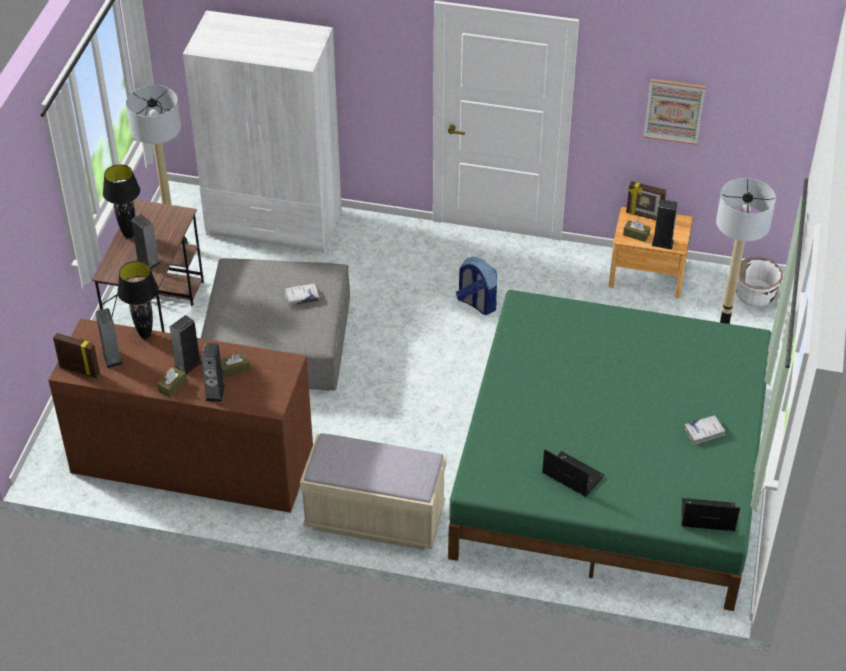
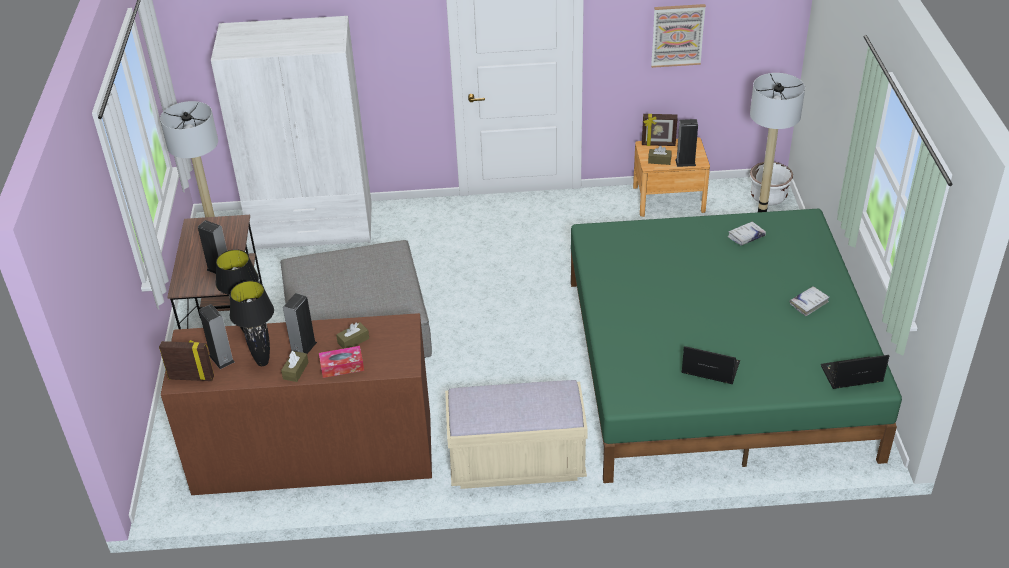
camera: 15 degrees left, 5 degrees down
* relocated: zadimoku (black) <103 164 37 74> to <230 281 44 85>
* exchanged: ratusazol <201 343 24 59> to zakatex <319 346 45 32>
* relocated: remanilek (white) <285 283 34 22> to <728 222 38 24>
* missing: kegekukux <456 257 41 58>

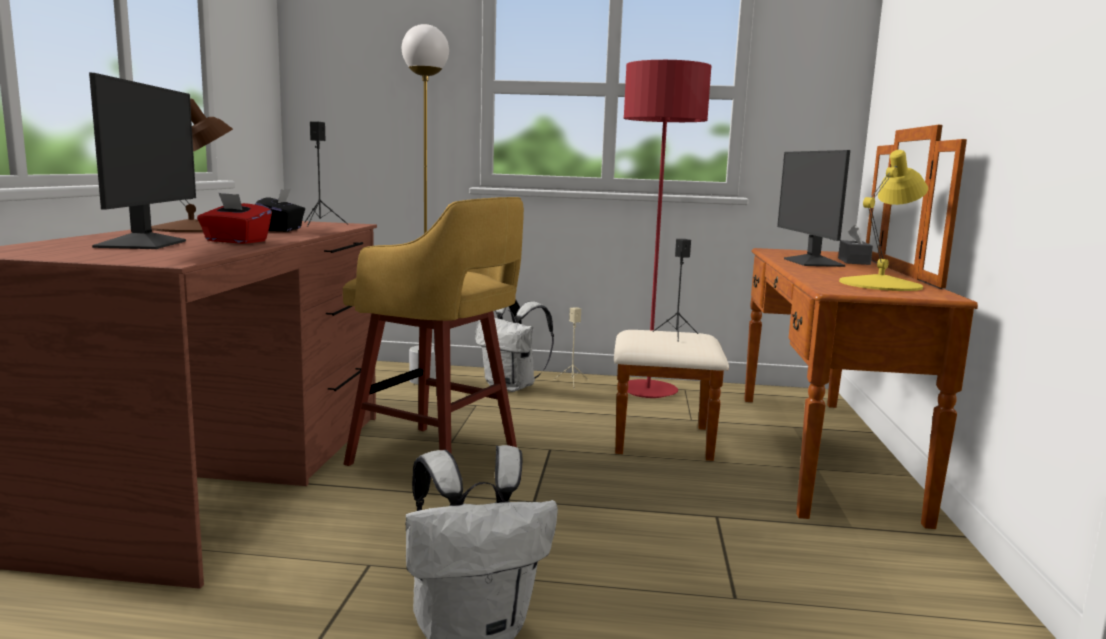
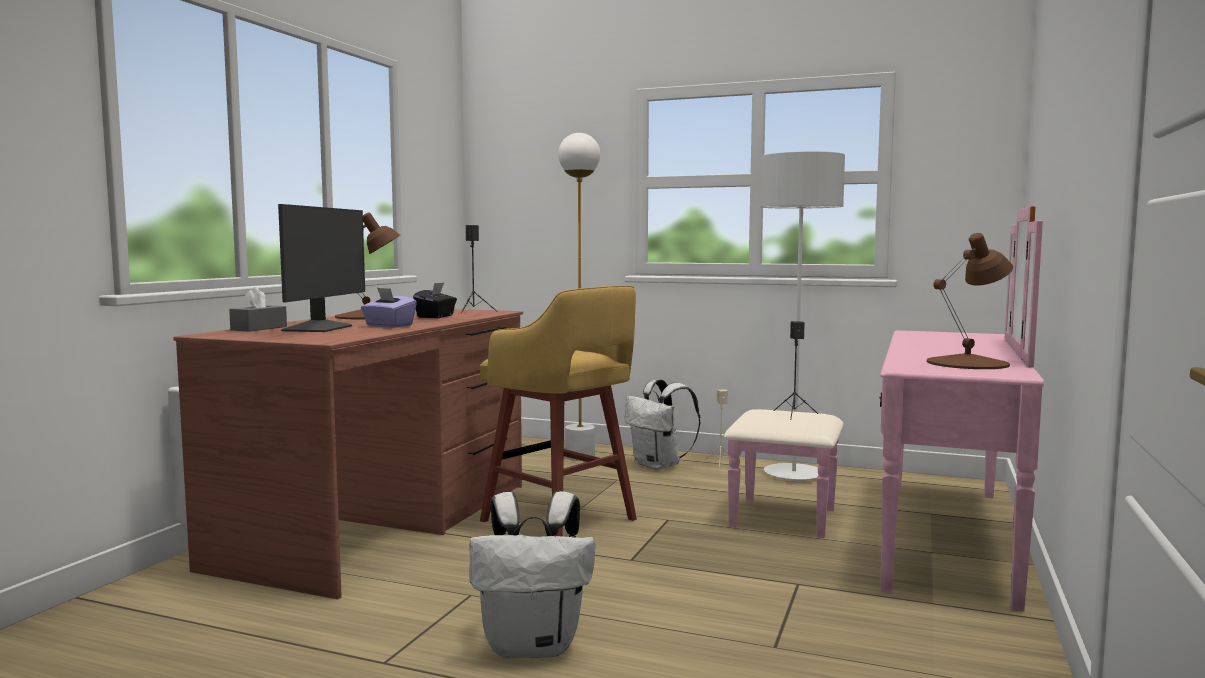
camera: 15 degrees right, 5 degrees down
* relocated: zakatex (grey) <838 224 35 41> to <229 287 58 45>
* colour: zakatex (red) <197 193 75 51> to zakatex (purple) <361 288 56 40>
* colour: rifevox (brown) <614 125 364 404> to rifevox (pink) <724 206 320 406>
* colour: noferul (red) <624 60 87 338> to noferul (grey) <760 151 85 330>
* colour: zadimoku (yellow) <839 150 89 141> to zadimoku (brown) <927 233 86 136>
* missing: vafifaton <777 150 73 117>

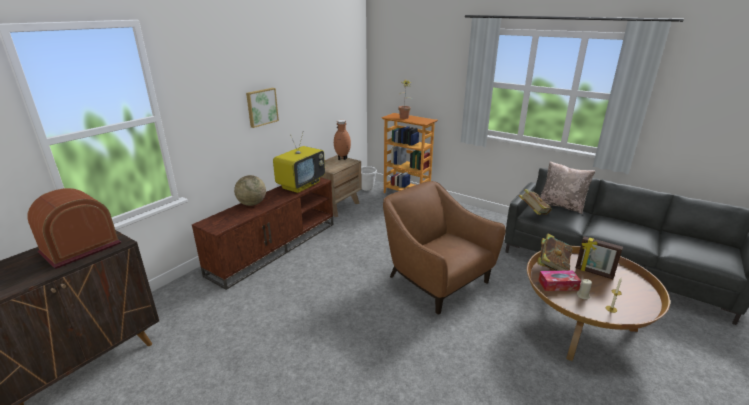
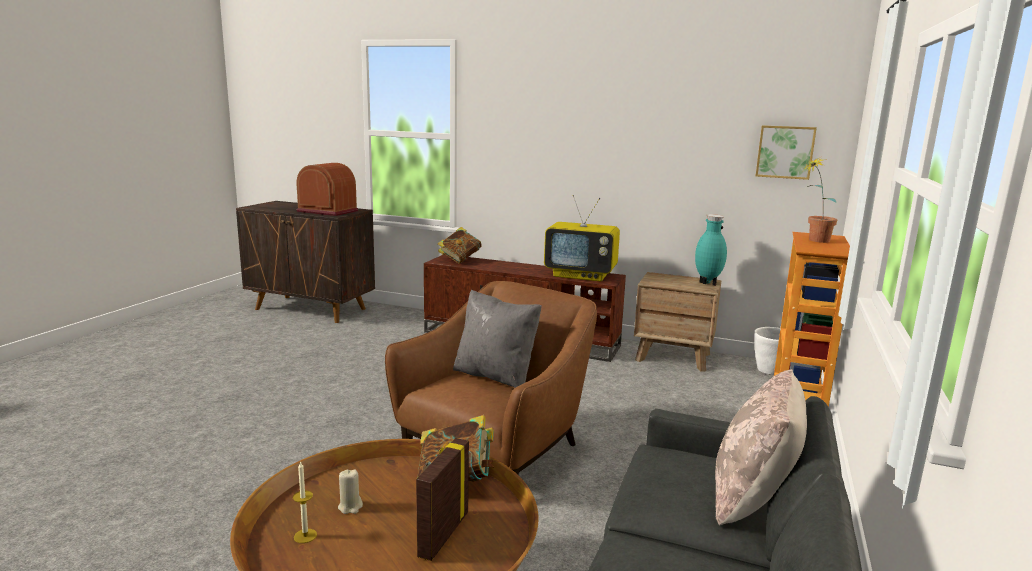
camera: 75 degrees right, 10 degrees down
* relocated: remanilek <519 189 33 26> to <438 227 44 37>
* appeared: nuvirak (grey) <453 290 89 98>
* colour: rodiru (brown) <334 120 17 40> to rodiru (turquoise) <695 214 32 72>
* relocated: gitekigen <246 88 33 40> to <756 125 61 55>
* missing: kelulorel <234 175 32 31>
* missing: zakatex <538 270 43 21>

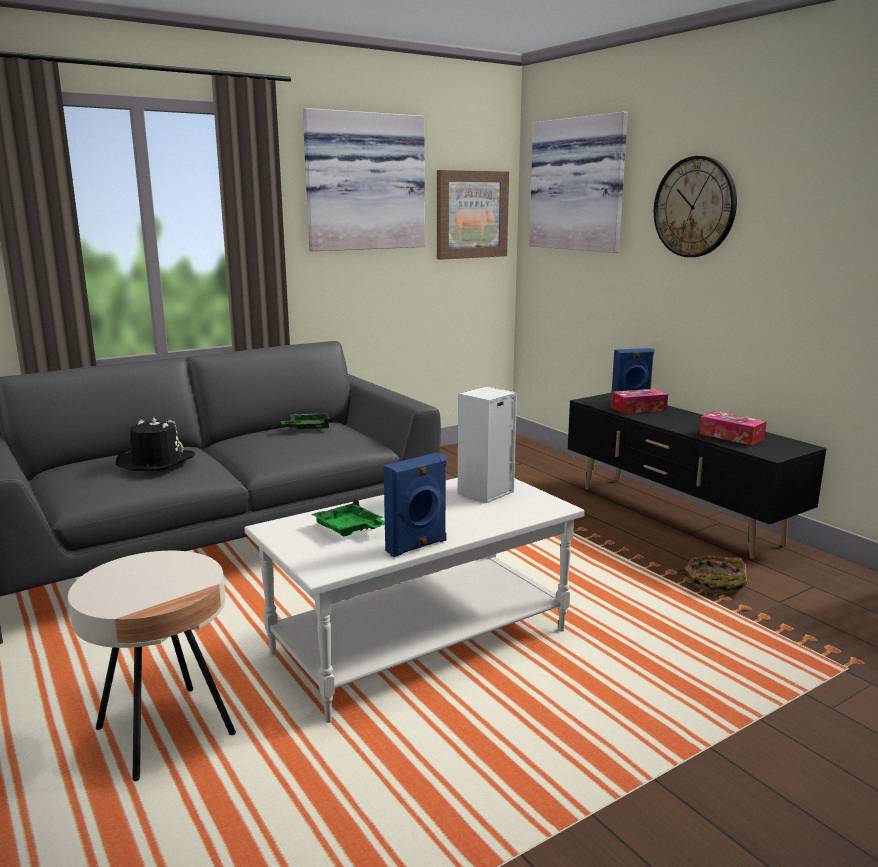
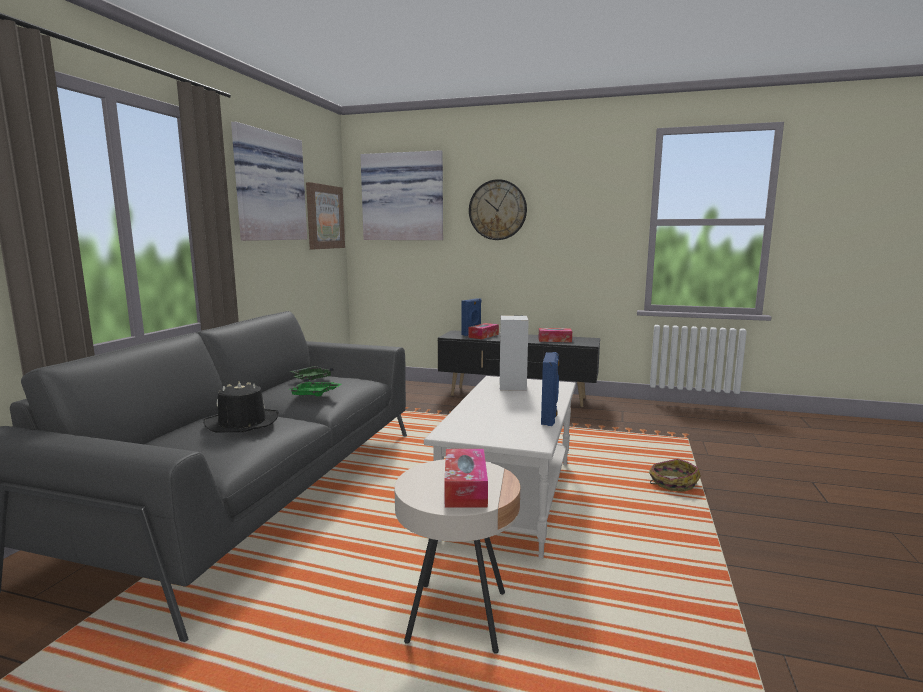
camera: 40 degrees left, 5 degrees down
* relocated: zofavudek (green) <311 499 74 38> to <288 378 54 18>
* appeared: zakatex <444 449 44 59>
* relocated: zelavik <678 555 69 40> to <649 459 52 33>

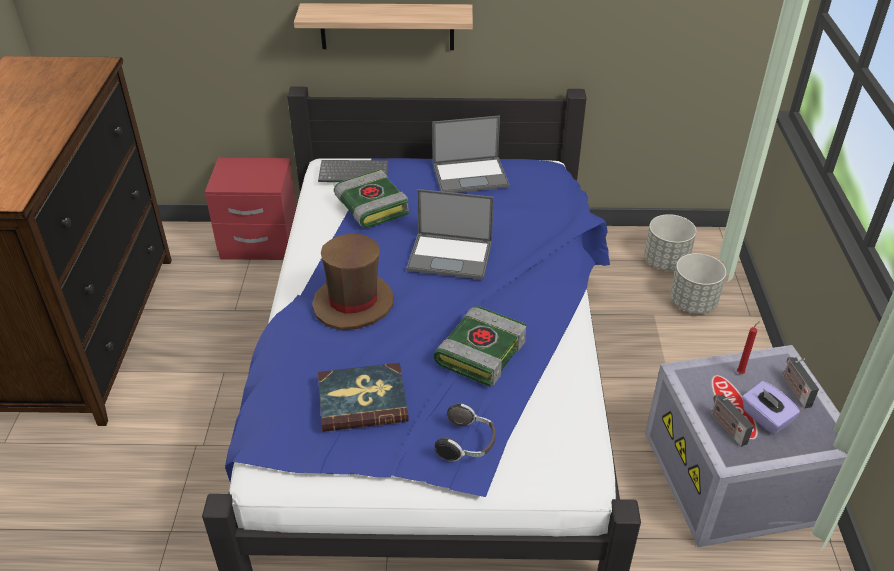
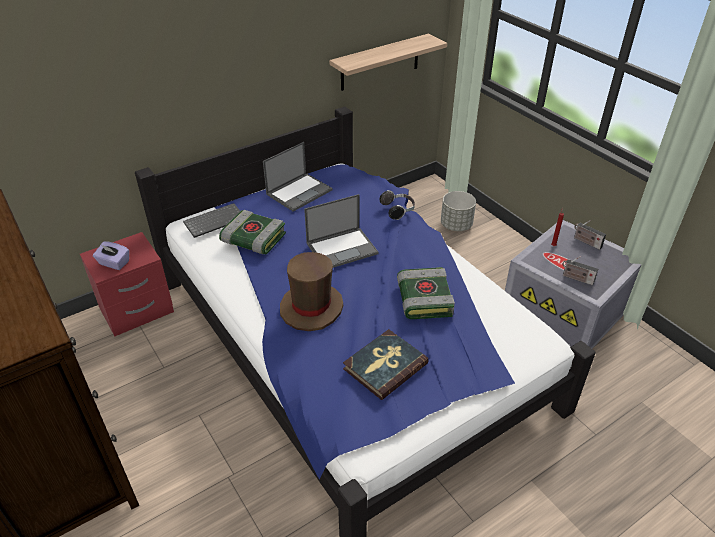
camera: 35 degrees left, 0 degrees up
* relocated: zakatex (purple) <742 381 58 53> to <93 241 36 29>
* relocated: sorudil <294 3 179 47> to <329 34 118 57>
* relocated: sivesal <435 404 60 57> to <379 190 36 30>
* missing: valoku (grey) <644 214 52 57>

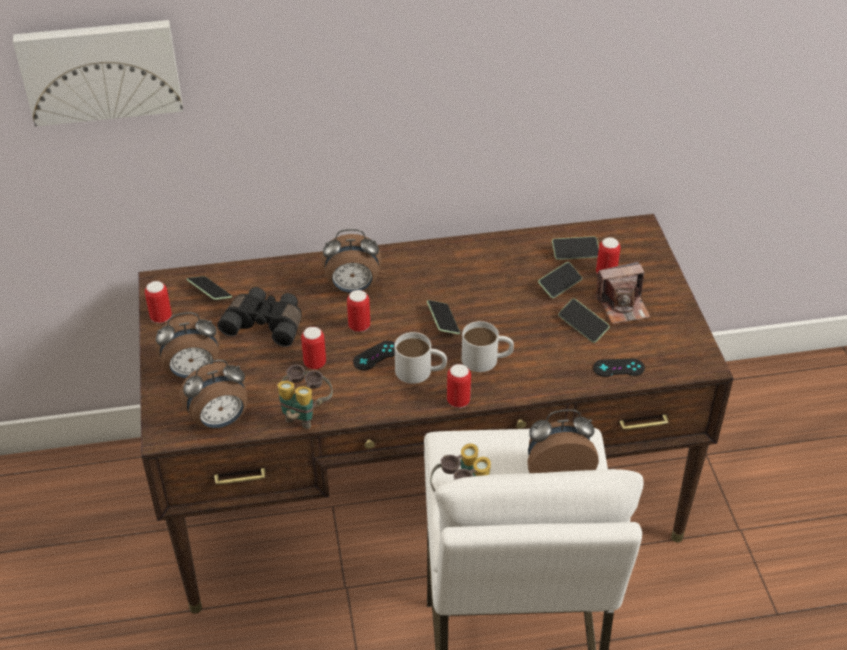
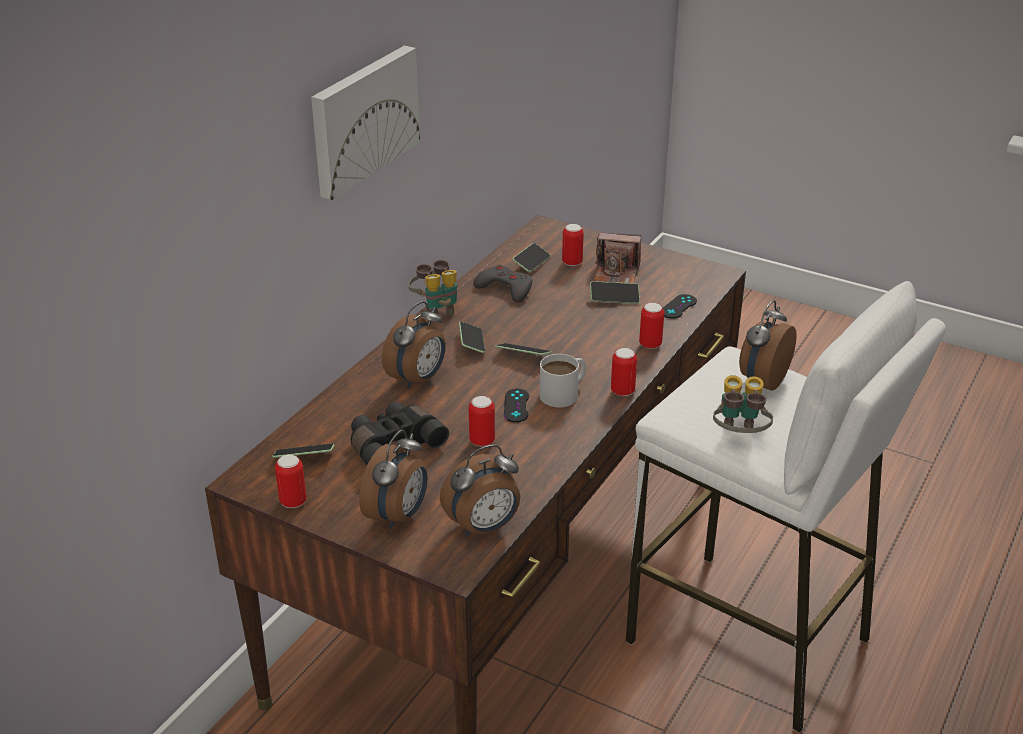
camera: 50 degrees left, 10 degrees down
* relocated: gitekigen <13 20 170 107> to <311 46 109 154>
* relocated: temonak <278 365 55 64> to <409 260 49 55>
* spun: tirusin <179 359 69 70> = <440 445 80 91> 45 degrees clockwise
* relocated: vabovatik <538 262 44 36> to <459 321 27 32>
* appeared: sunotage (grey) <473 265 59 38>
* spun: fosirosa <595 262 55 62> = <594 233 47 50> 75 degrees clockwise
* relocated: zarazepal <347 290 23 42> to <639 303 25 46>
* missing: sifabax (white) <462 321 52 51>

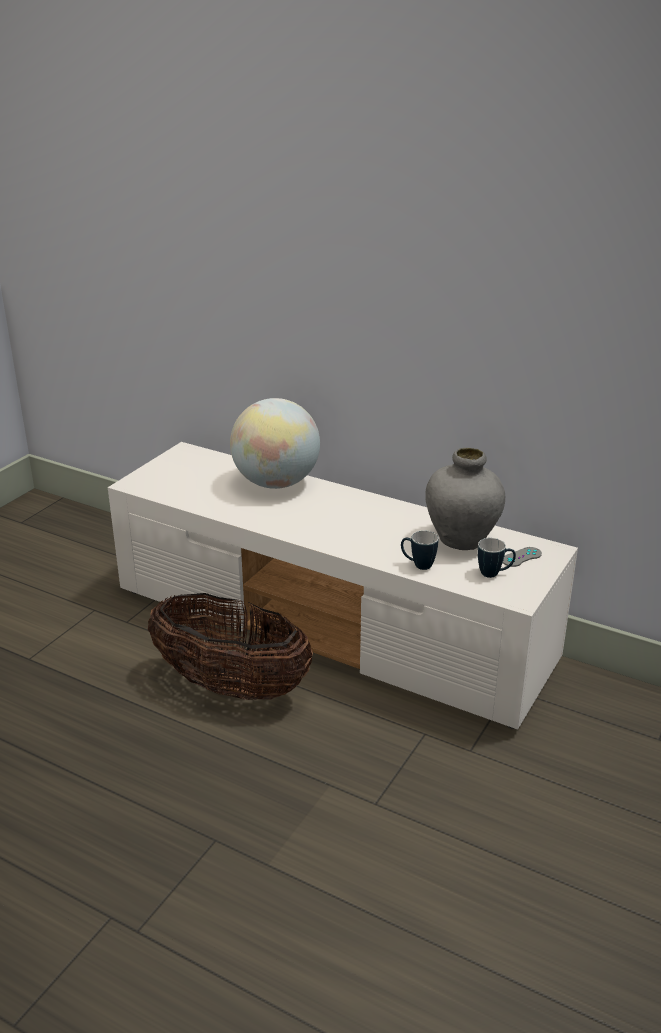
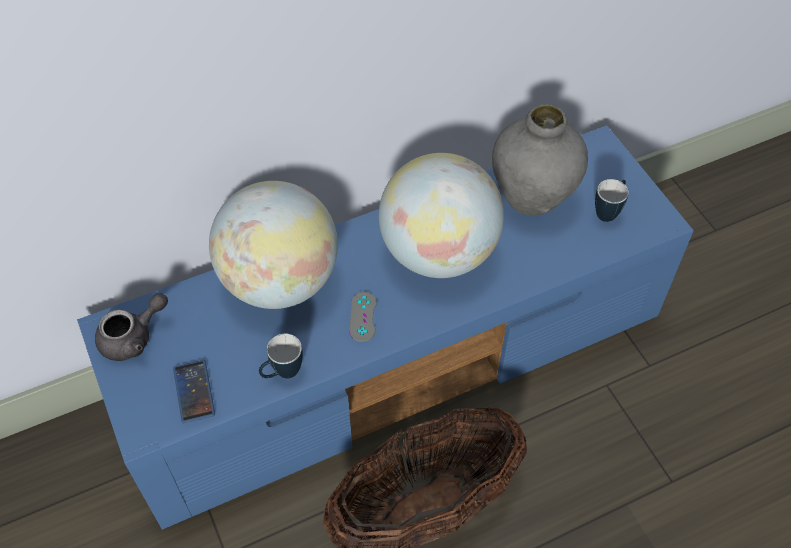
camera: 55 degrees left, 25 degrees up
* colour: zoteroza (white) <108 442 470 288> to zoteroza (blue) <77 126 617 404>
* appeared: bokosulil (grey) <95 293 73 68>
* appeared: vabovatik <173 360 42 63>
* relocated: sifabax <401 530 38 40> to <259 334 44 45>
* relocated: sunotage (grey) <503 547 39 20> to <350 292 27 50>
* appeared: kelulorel <379 153 125 125>

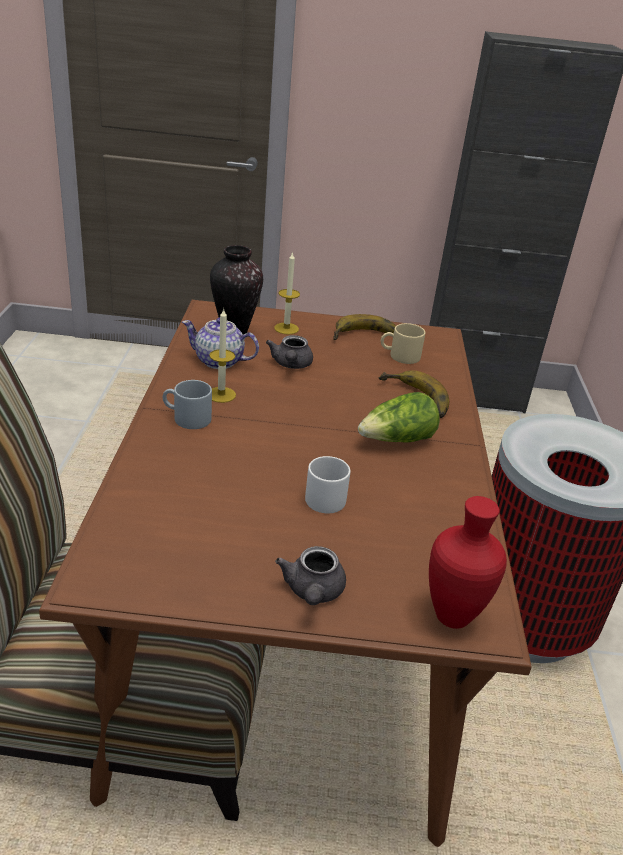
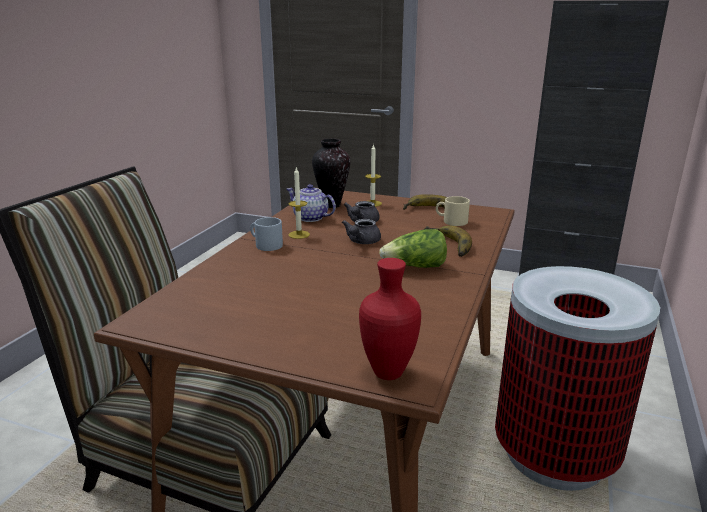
camera: 20 degrees right, 10 degrees down
* relocated: bokosulil (grey) <275 546 71 59> to <342 219 39 25>
* missing: sifabax (white) <305 456 45 57>

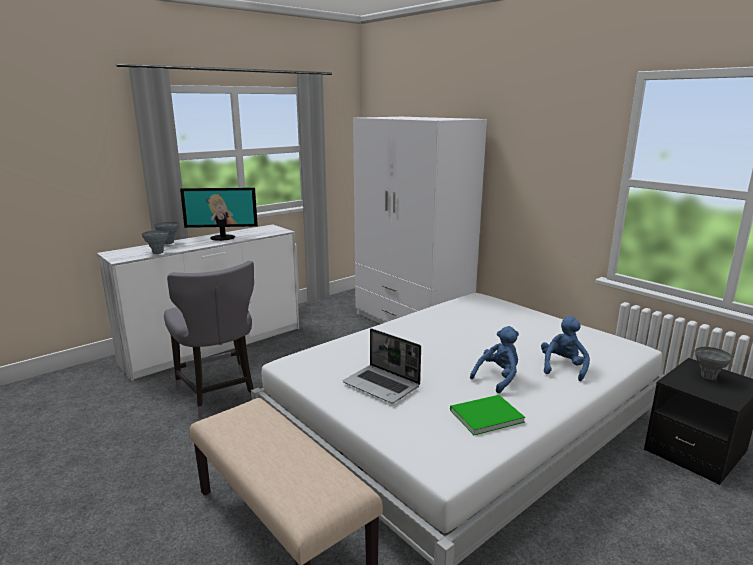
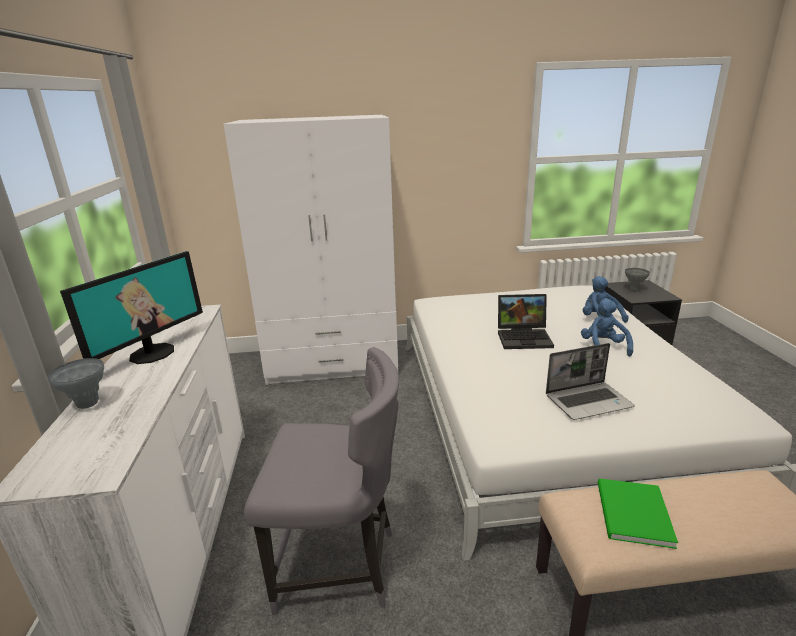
camera: 55 degrees left, 5 degrees up
* appeared: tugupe <498 294 56 55>
* relocated: remanilek (green) <450 395 75 40> to <598 479 80 70>
* missing: rodiru (grey) <142 230 27 24>

